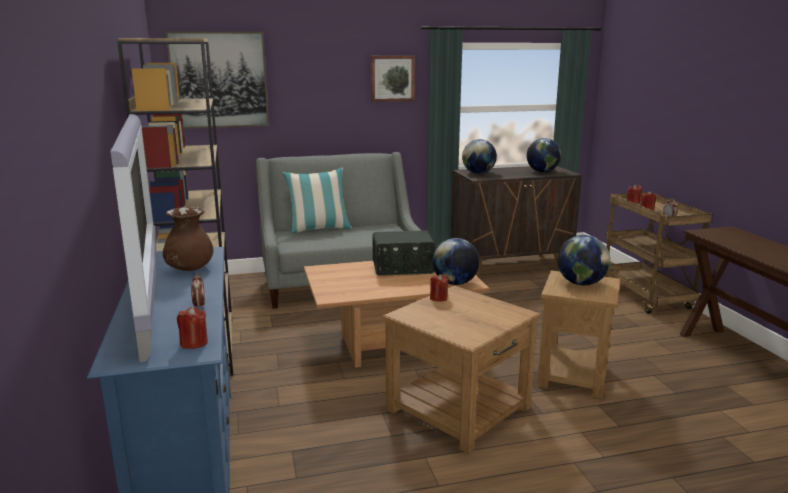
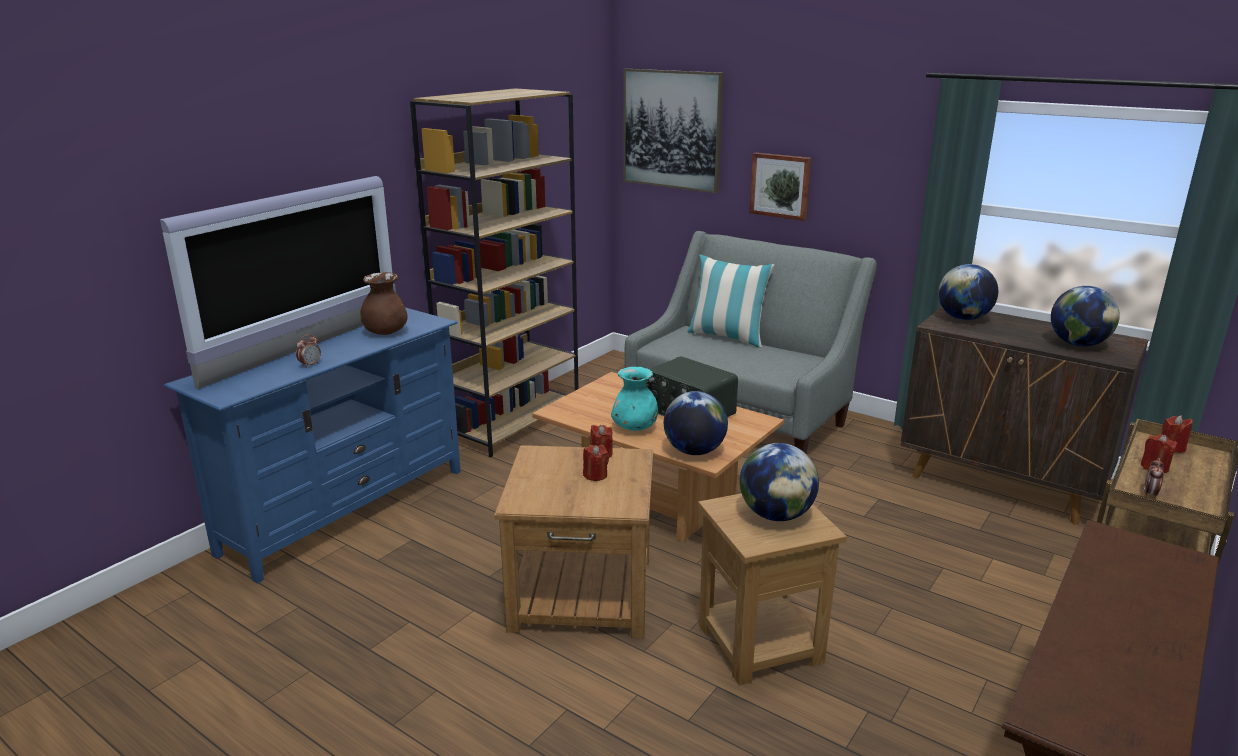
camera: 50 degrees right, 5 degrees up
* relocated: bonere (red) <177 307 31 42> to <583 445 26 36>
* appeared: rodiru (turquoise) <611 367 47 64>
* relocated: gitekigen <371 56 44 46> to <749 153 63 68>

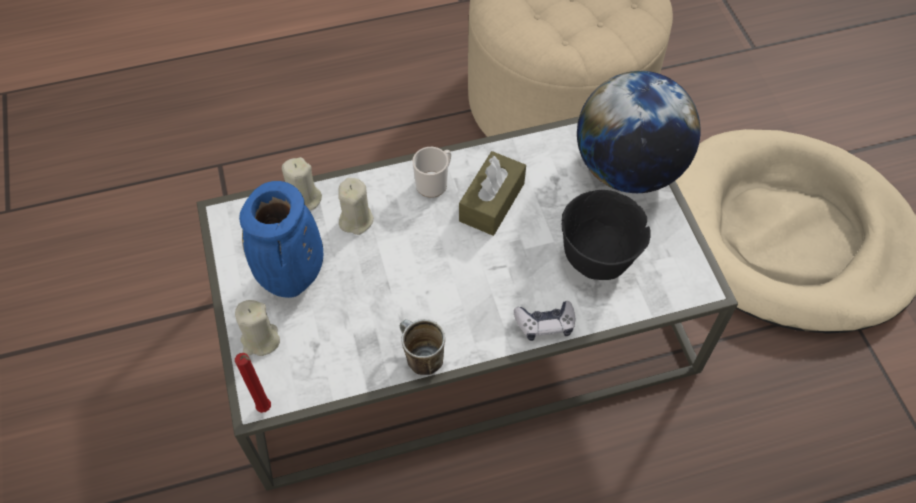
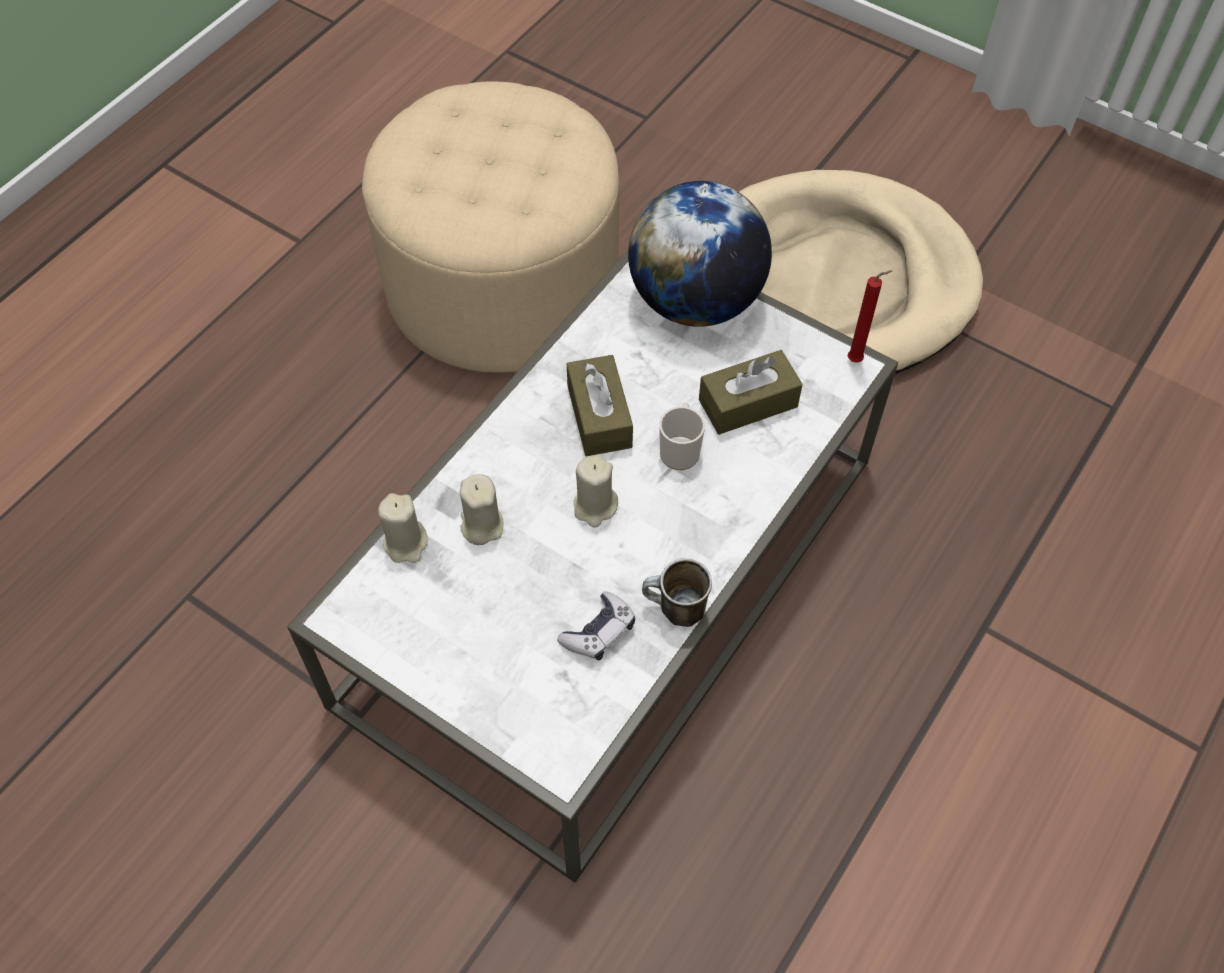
camera: 40 degrees left, 0 degrees up
* relocated: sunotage <514 301 61 40> to <557 591 78 69>
* relocated: bonere (beige) <235 300 45 56> to <574 455 44 73>
* relocated: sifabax <413 147 38 51> to <659 403 46 67>
* exchanged: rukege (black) <562 190 89 90> to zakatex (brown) <699 350 104 85>
* relocated: bonere (red) <235 353 36 60> to <848 270 44 93>
* missing: rodiru (blue) <239 181 84 117>

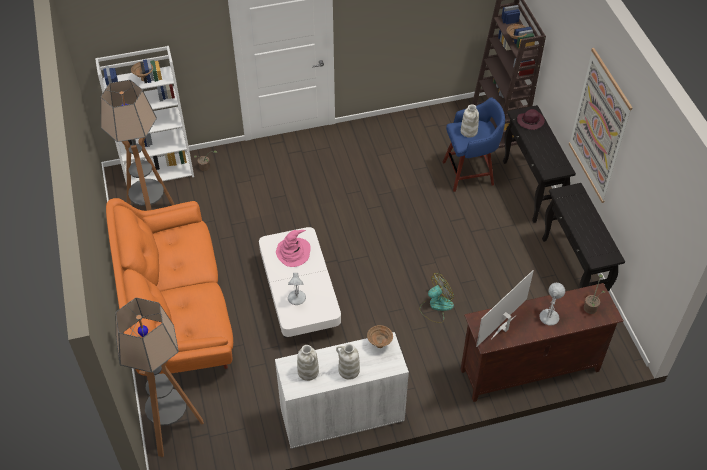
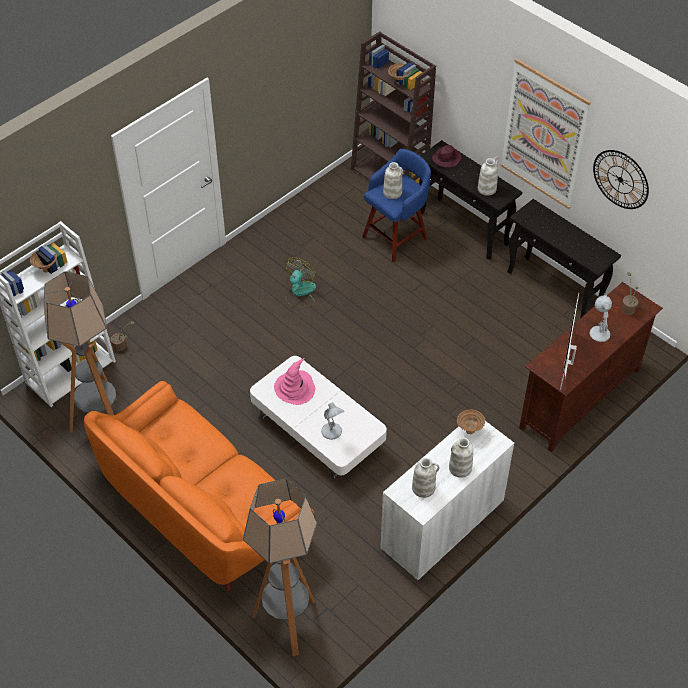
camera: 30 degrees left, 0 degrees up
* relocated: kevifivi <420 273 34 50> to <285 257 31 50>
* appeared: rodiru (white) <478 156 21 40>
* appeared: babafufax <593 150 56 59>

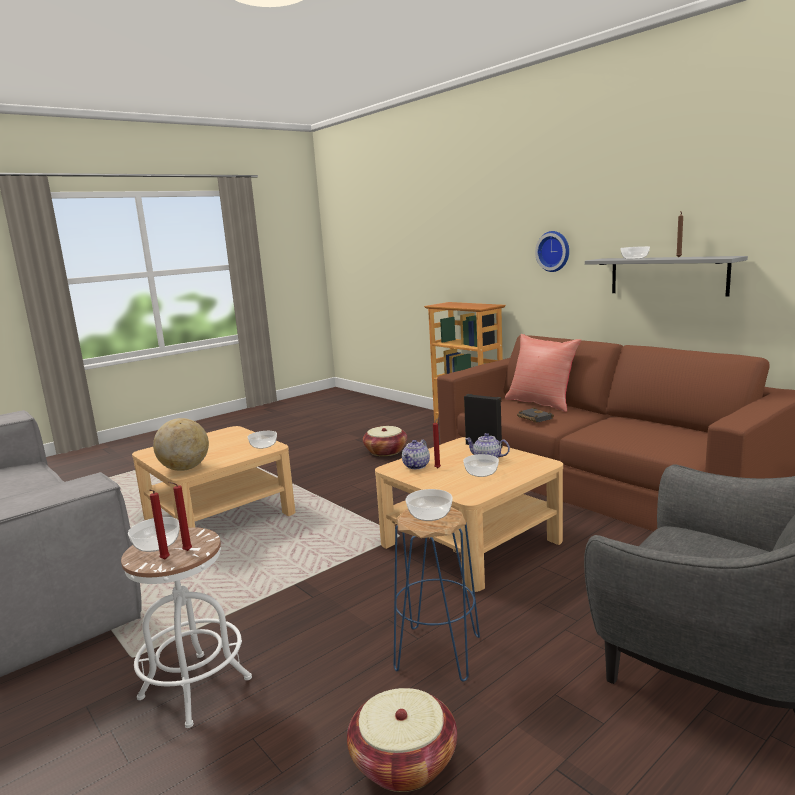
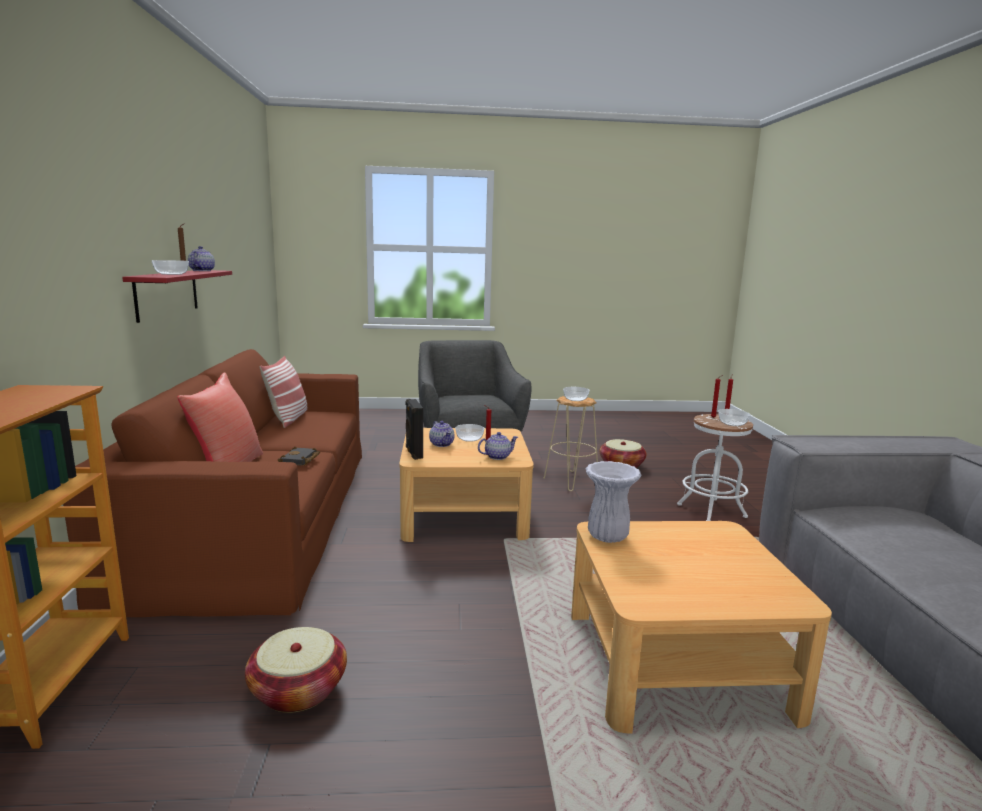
camera: 145 degrees left, 0 degrees up
* colour: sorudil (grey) <585 256 163 40> to sorudil (red) <122 270 110 53>
* appeared: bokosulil <188 246 27 25>
* appeared: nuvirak <260 356 47 72>
* colour: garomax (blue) <394 507 86 174> to garomax (beige) <543 396 55 95>
* exchanged: rukege <248 431 29 18> to rodiru (white) <586 461 55 82>
* missing: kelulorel <153 418 56 53>
* missing: babafufax <535 231 34 41>

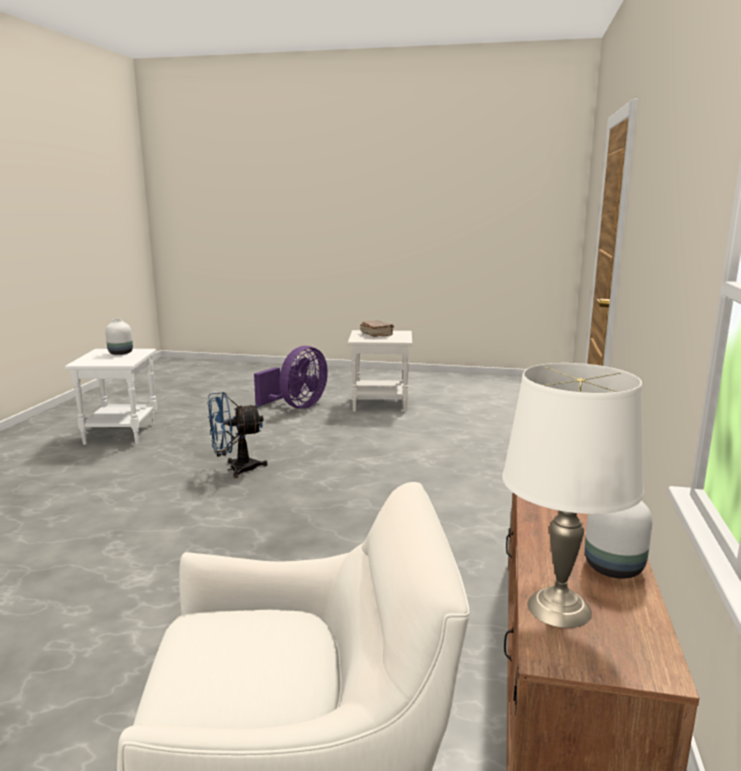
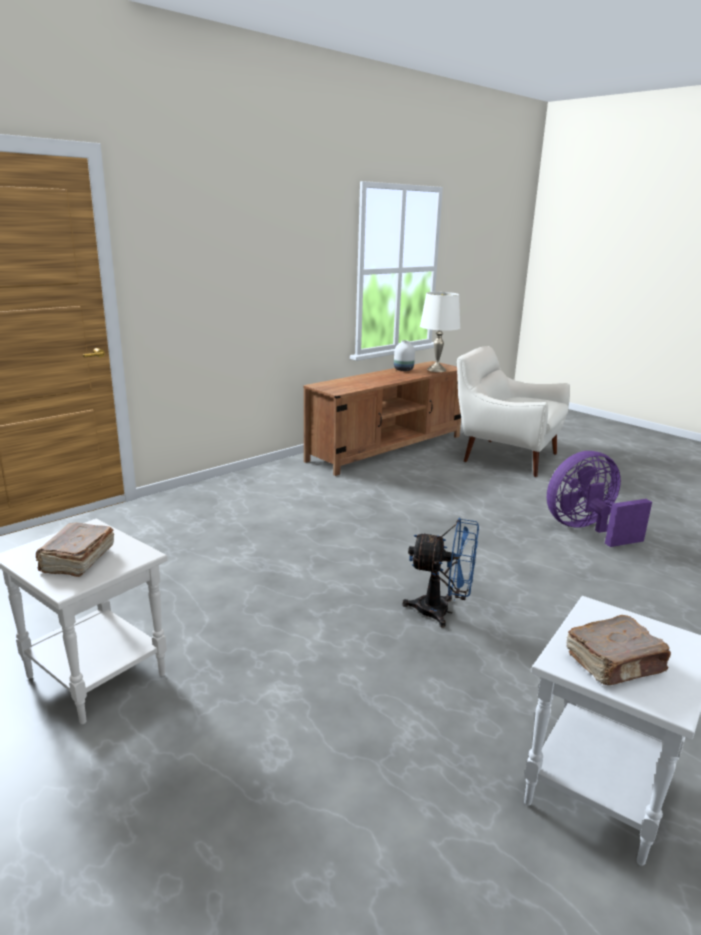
camera: 145 degrees left, 5 degrees up
* relocated: kevifivi (purple) <254 346 74 63> to <547 451 105 96>
* exchanged: rodiru (white) <105 319 28 36> to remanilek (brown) <566 615 105 70>

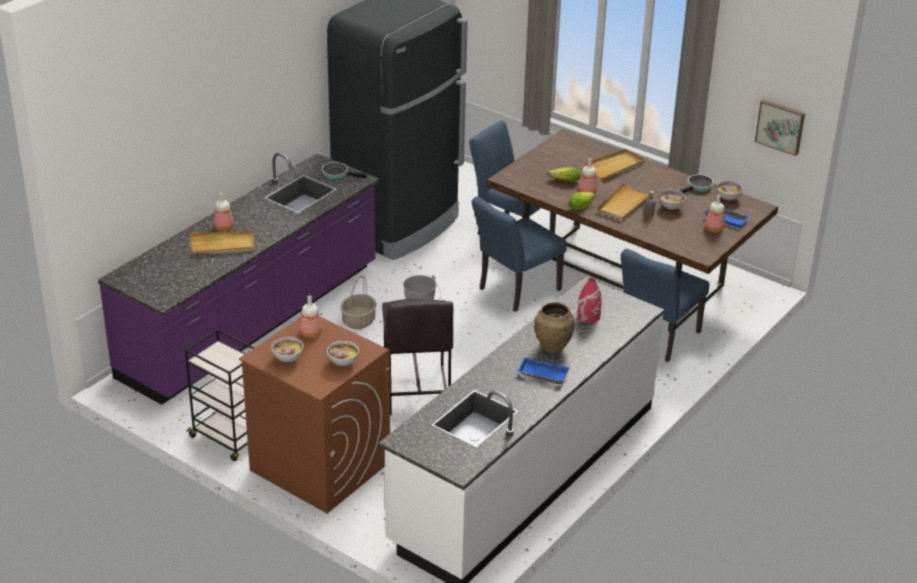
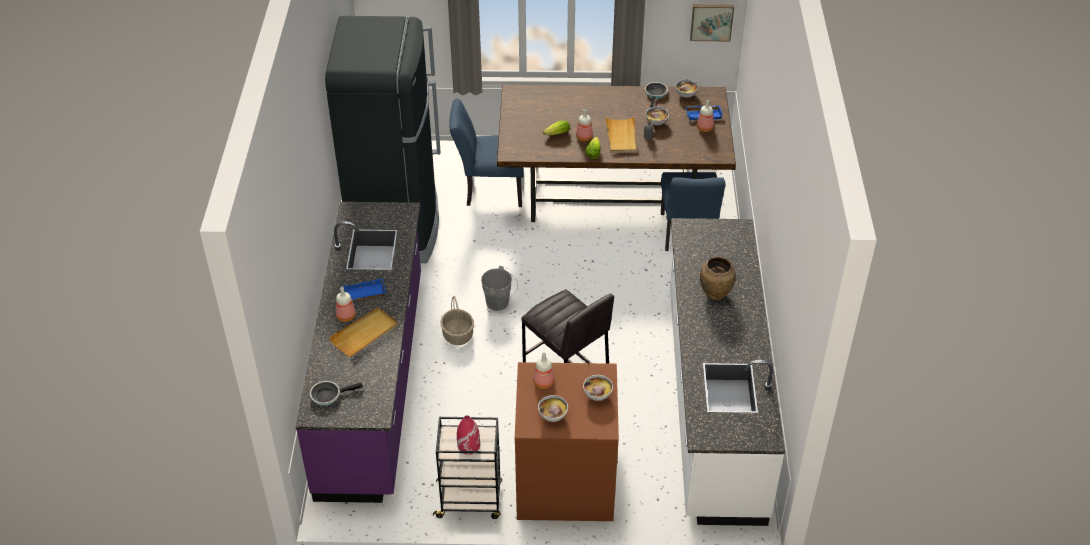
camera: 35 degrees left, 10 degrees up
* relocated: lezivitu <322 162 45 17> to <310 381 53 25>
* relocated: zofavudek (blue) <517 357 53 28> to <342 278 44 23>
* relocated: rodiru (red) <577 278 25 45> to <457 415 23 39>
* missing: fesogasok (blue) <472 196 95 116>
* missing: zofavudek (beige) <584 149 61 29>

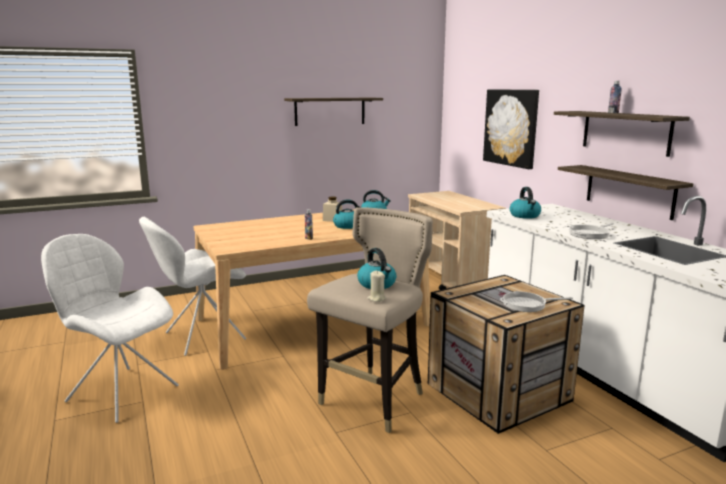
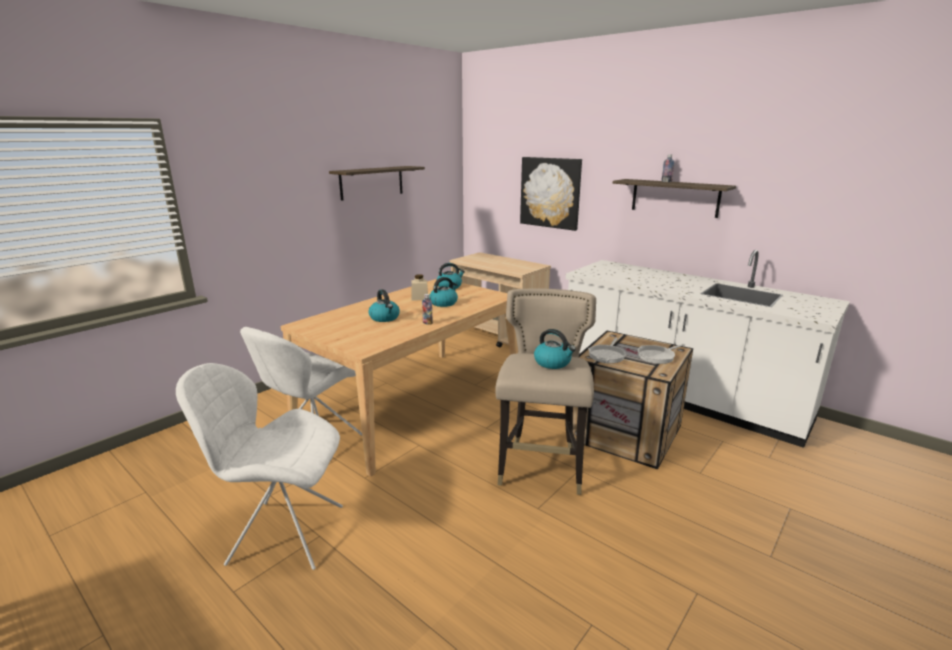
camera: 25 degrees left, 5 degrees up
* relocated: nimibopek <510 187 31 32> to <369 289 31 33>
* relocated: lezivitu <569 223 45 16> to <588 337 38 26>
* missing: bonere (beige) <367 271 19 31>
* missing: sorudil <558 165 135 55>

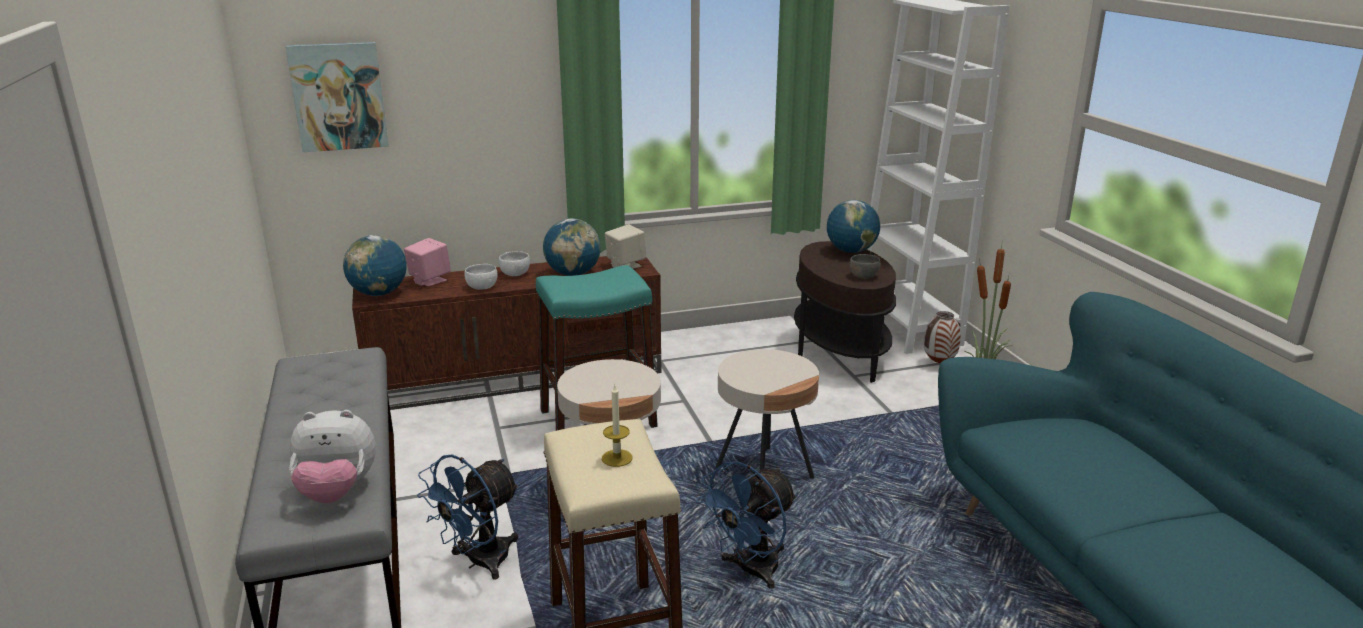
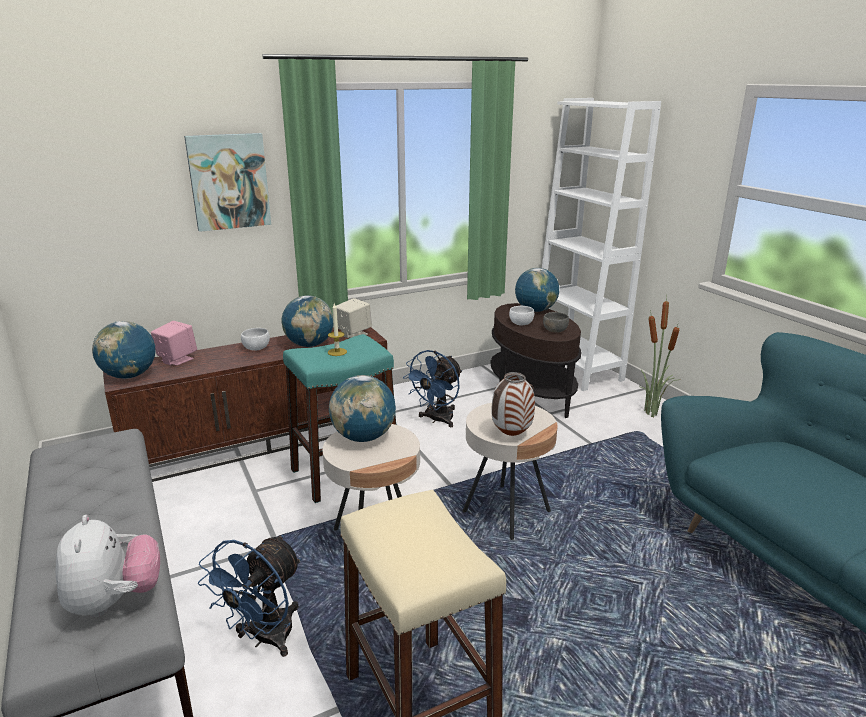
camera: 10 degrees left, 0 degrees up
* spun: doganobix <289 410 87 93> = <55 515 105 102> 90 degrees counterclockwise
* relocated: gitekigen <285 42 104 110> to <184 133 87 99>
* relocated: bonere <602 385 31 82> to <328 303 19 53>
* appeared: kelulorel <329 375 67 67>
* relocated: kevifivi (blue) <696 462 101 127> to <403 350 59 78>
* relocated: rodiru <924 311 37 53> to <492 372 43 64>
* relocated: rukege (white) <464 264 33 26> to <509 306 25 20>

